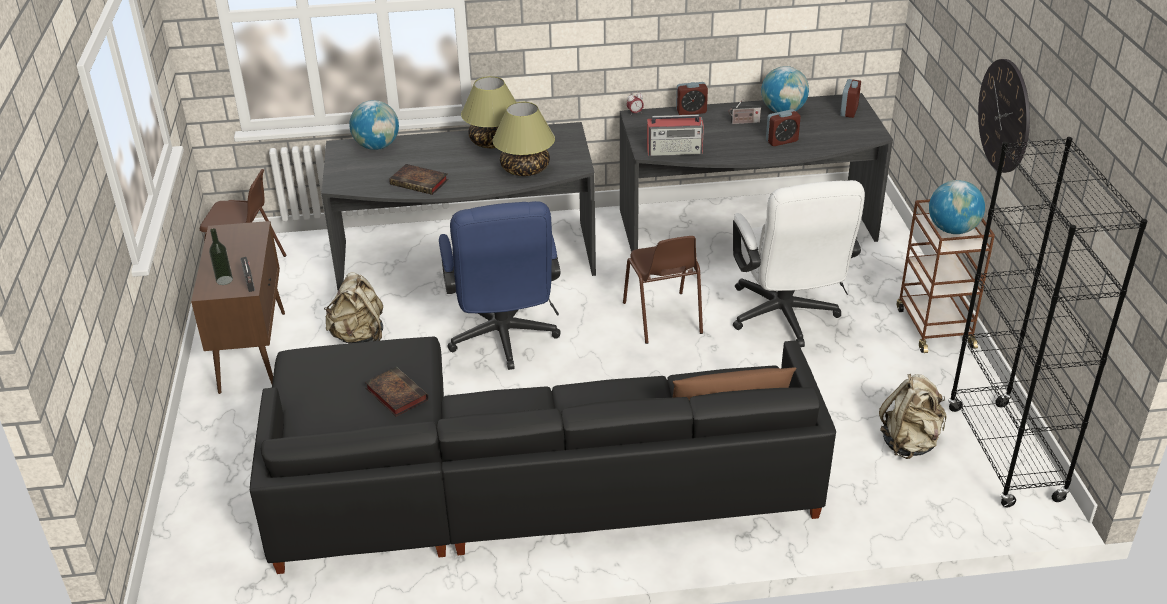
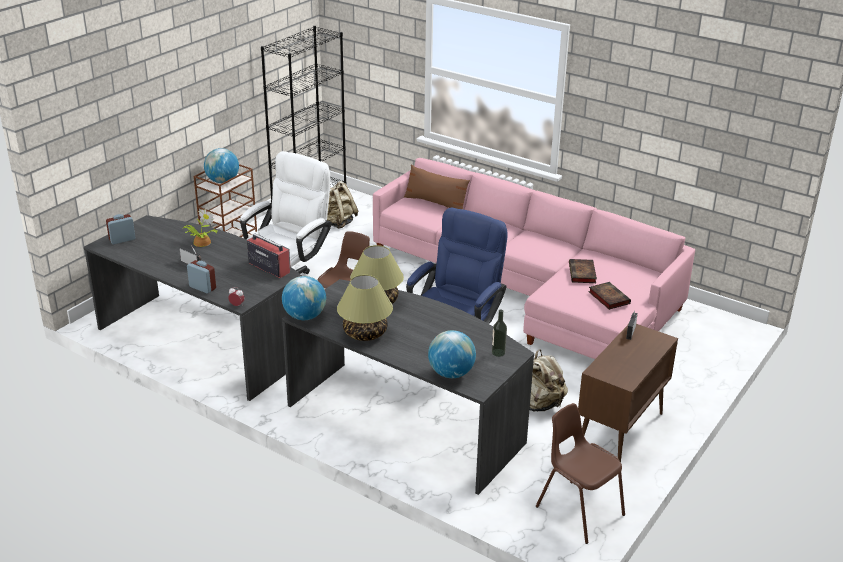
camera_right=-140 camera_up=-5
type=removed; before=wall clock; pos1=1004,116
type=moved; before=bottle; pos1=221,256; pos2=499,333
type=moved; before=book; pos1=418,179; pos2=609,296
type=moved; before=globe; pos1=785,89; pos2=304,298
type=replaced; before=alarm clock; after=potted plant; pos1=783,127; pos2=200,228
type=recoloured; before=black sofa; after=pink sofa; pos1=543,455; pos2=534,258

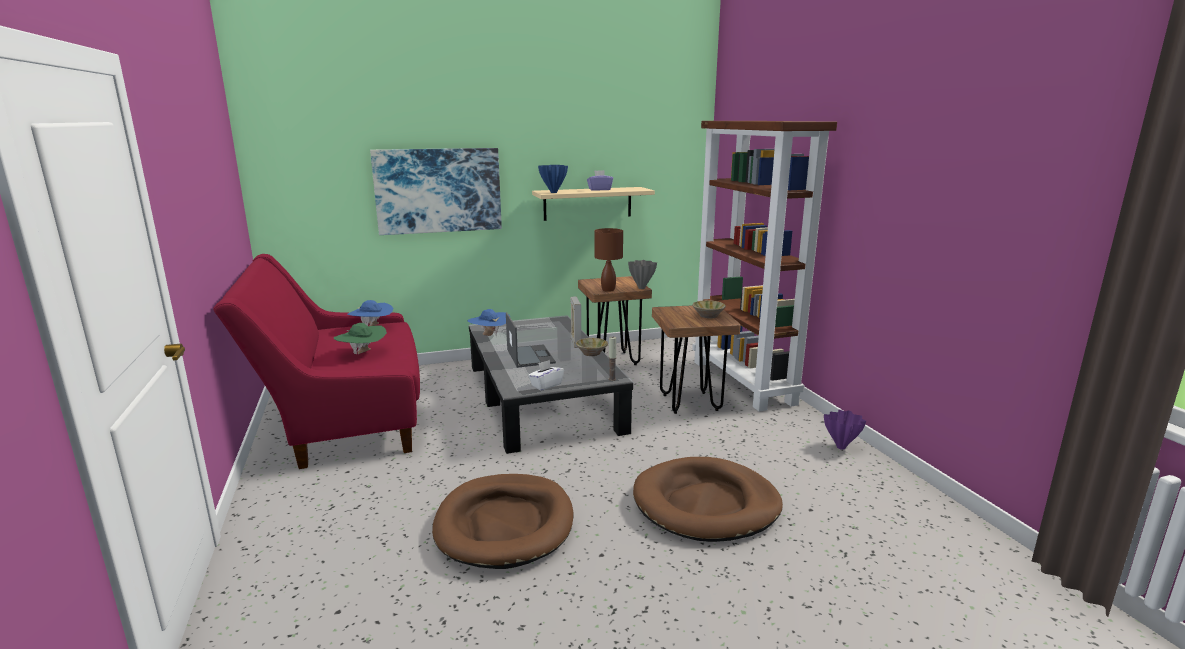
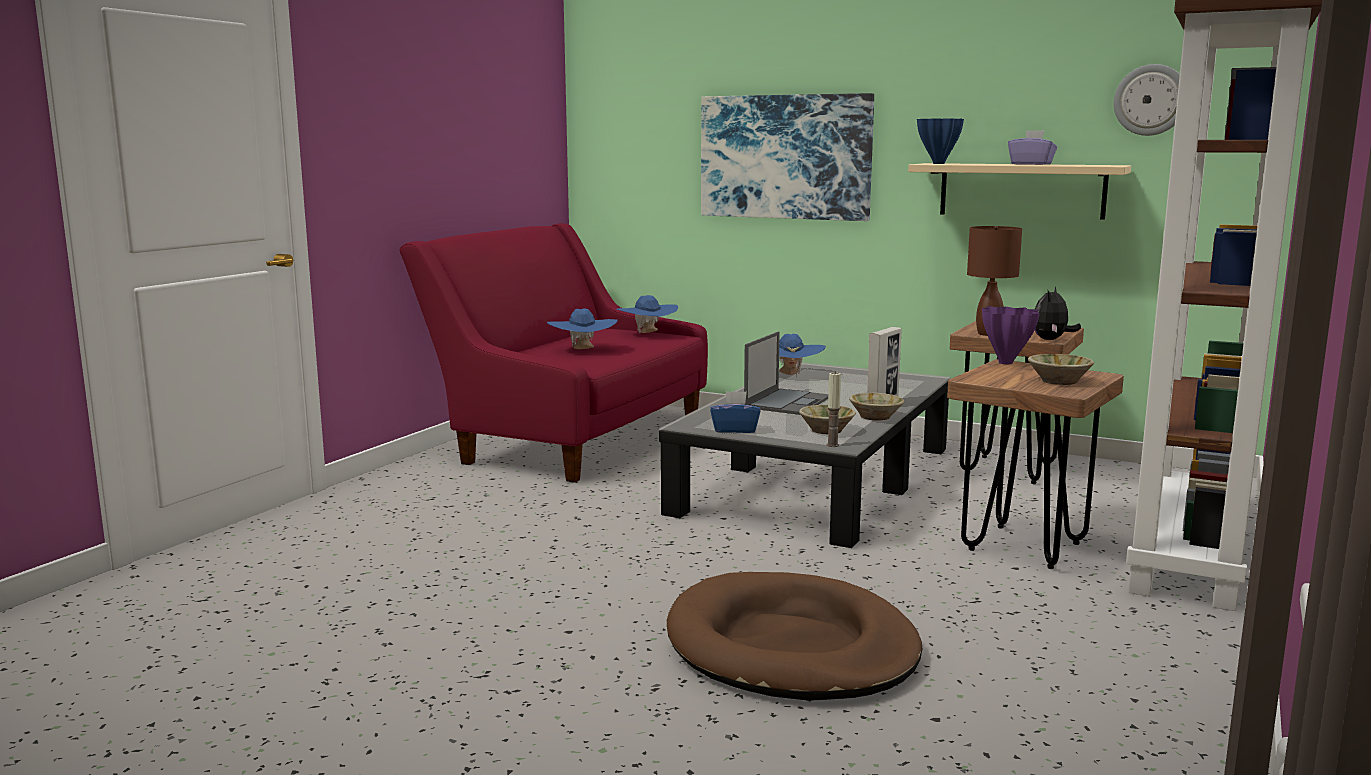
camera_right=45 camera_up=-5
type=removed; before=brown dog bed; pos1=502,521
type=added; after=beige bowl; pos2=827,419
type=added; after=wall clock; pos2=1147,100
type=moved; before=purple vase; pos1=845,430; pos2=1011,335
type=replaced; before=grey vase; after=plush toy; pos1=642,274; pos2=1058,313
type=recoloured; before=green hat; after=blue hat; pos1=360,338; pos2=582,329
type=recoloured; before=white tissue box; after=blue tissue box; pos1=546,375; pos2=735,412

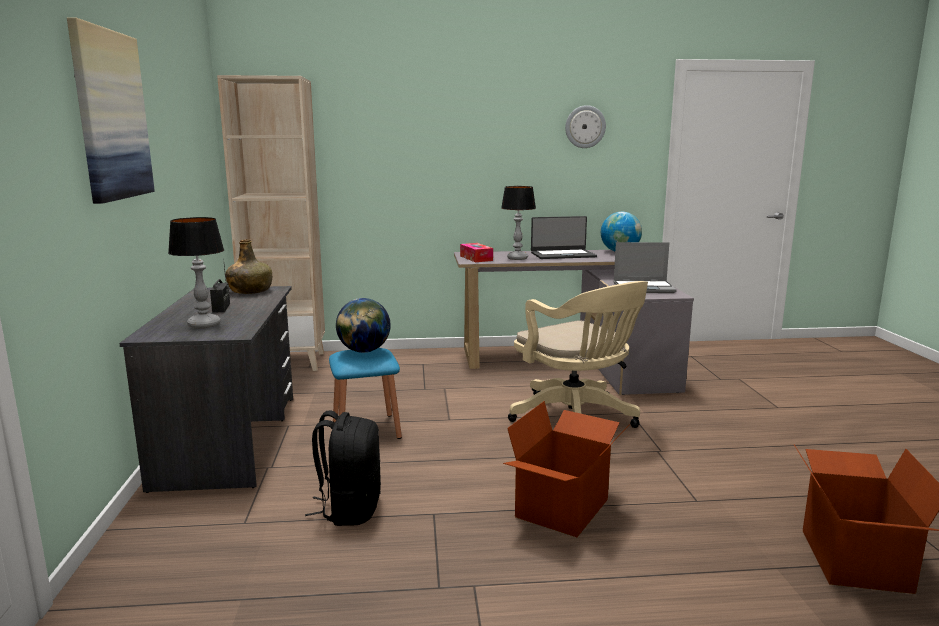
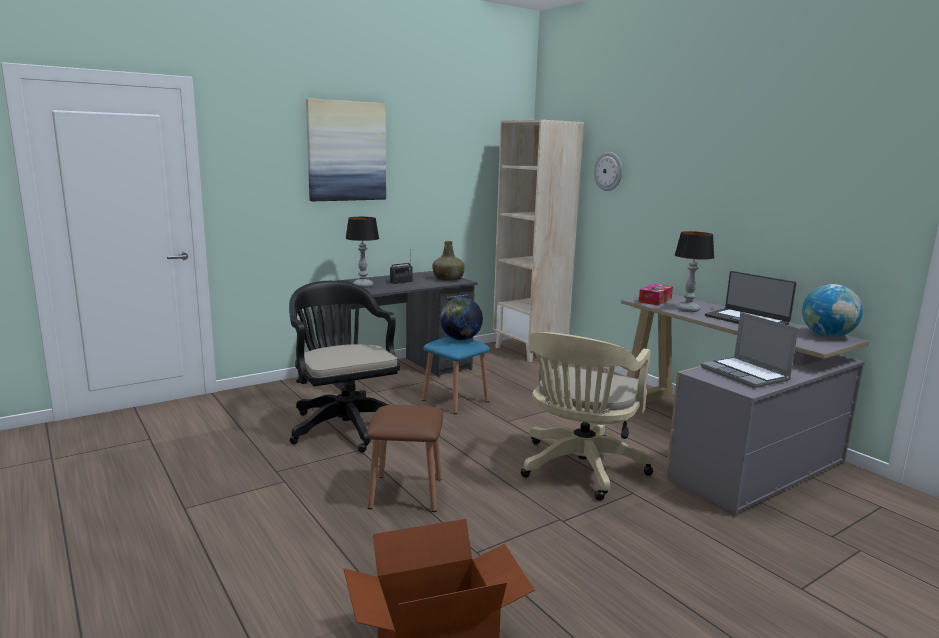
camera_right=60 camera_up=0
type=moved; before=wall clock; pos1=585,126; pos2=608,171
type=replaced; before=black backpack; after=black office chair; pos1=343,468; pos2=344,367
type=replaced; before=cardboard box; after=brown stool; pos1=566,469; pos2=405,458

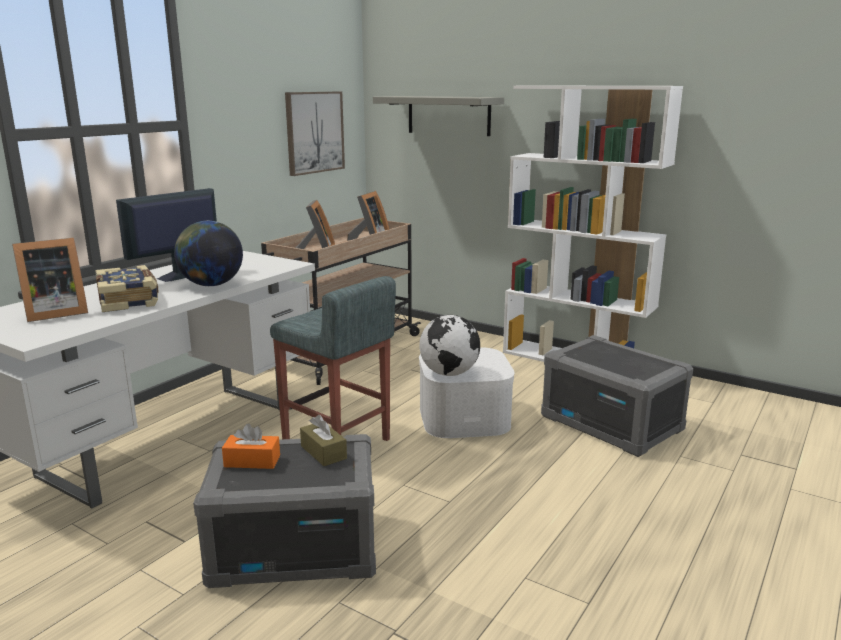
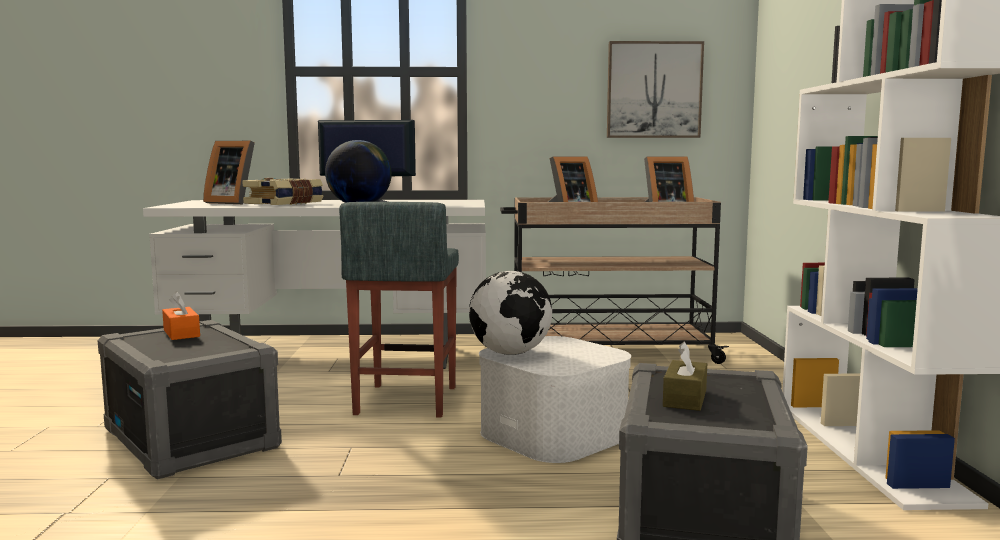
camera_right=55 camera_up=-10
type=removed; before=grey shelf; pos1=438,116
type=moved; before=brown tissue box; pos1=323,440; pos2=685,376

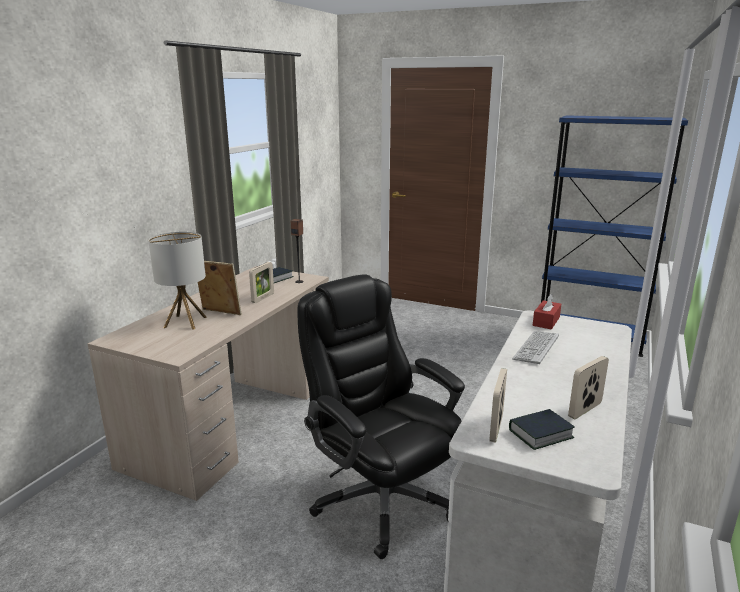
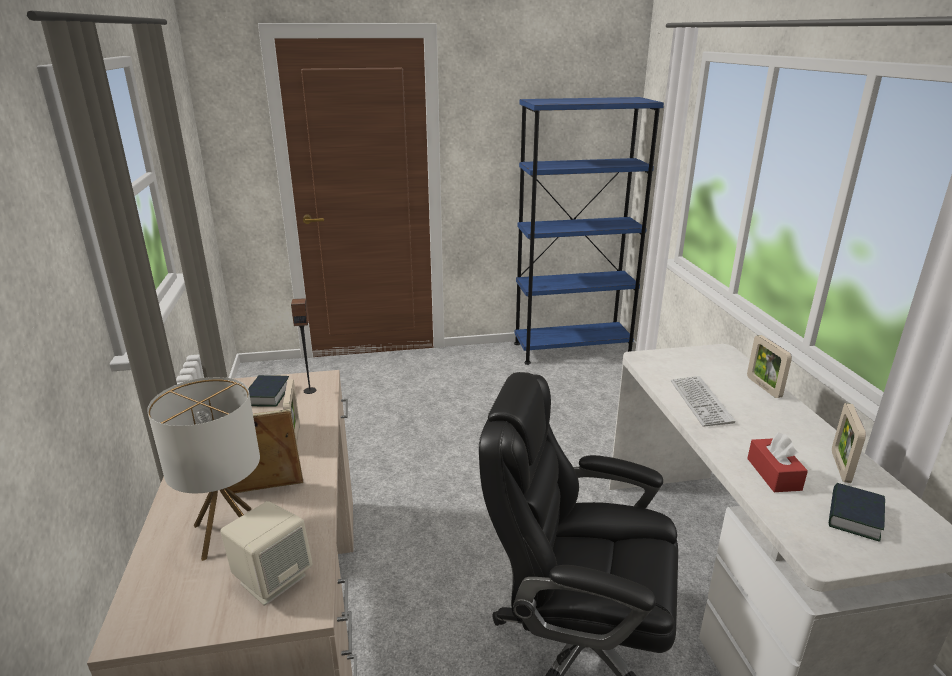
camera_right=-35 camera_up=5
type=added; after=beige speaker; pos2=266,553
type=moved; before=picture frame; pos1=498,405; pos2=769,366
type=moved; before=red tissue box; pos1=547,311; pos2=777,462

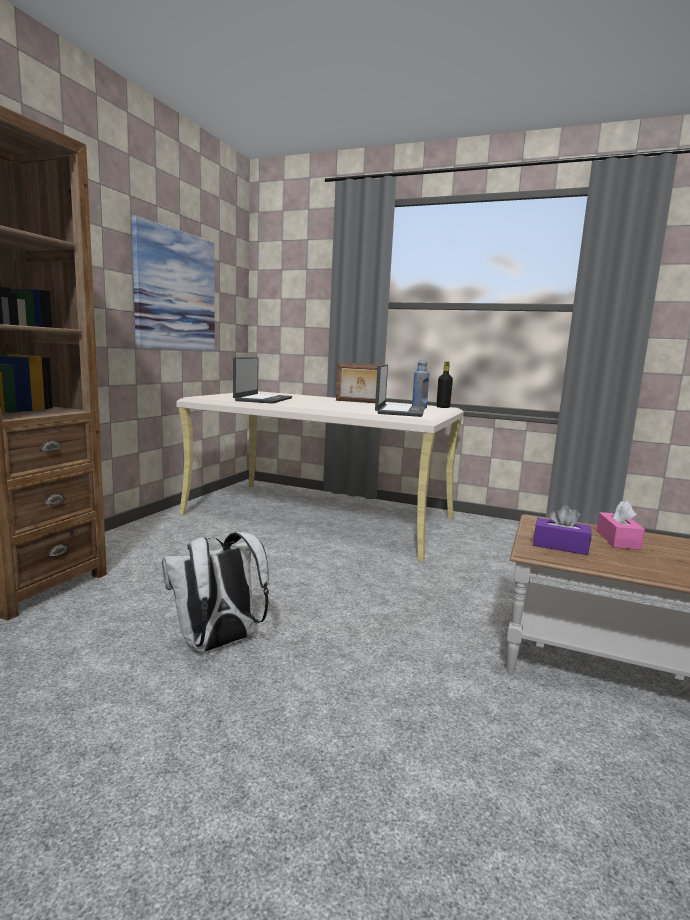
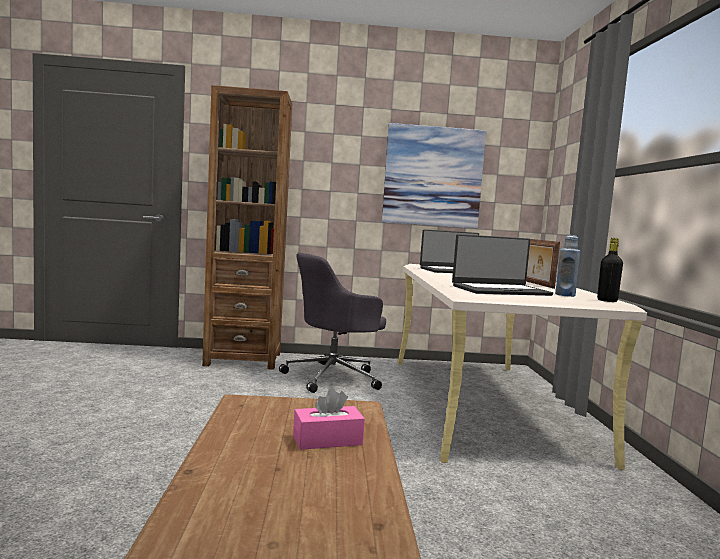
camera_right=65 camera_up=-5
type=removed; before=white backpack; pos1=215,592
type=removed; before=purple tissue box; pos1=562,530
type=added; after=grey office chair; pos2=332,323

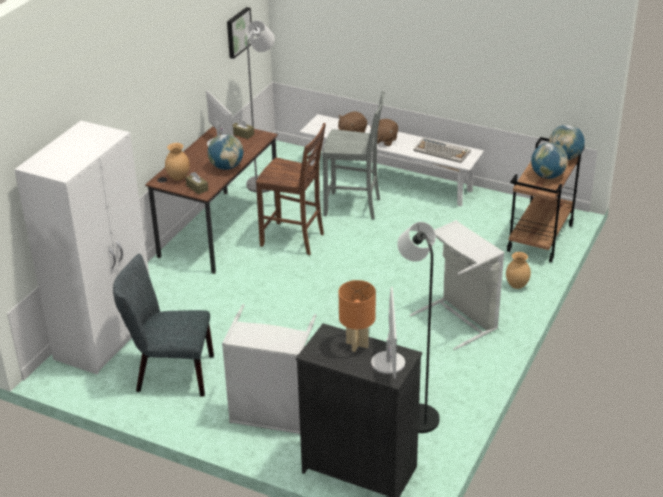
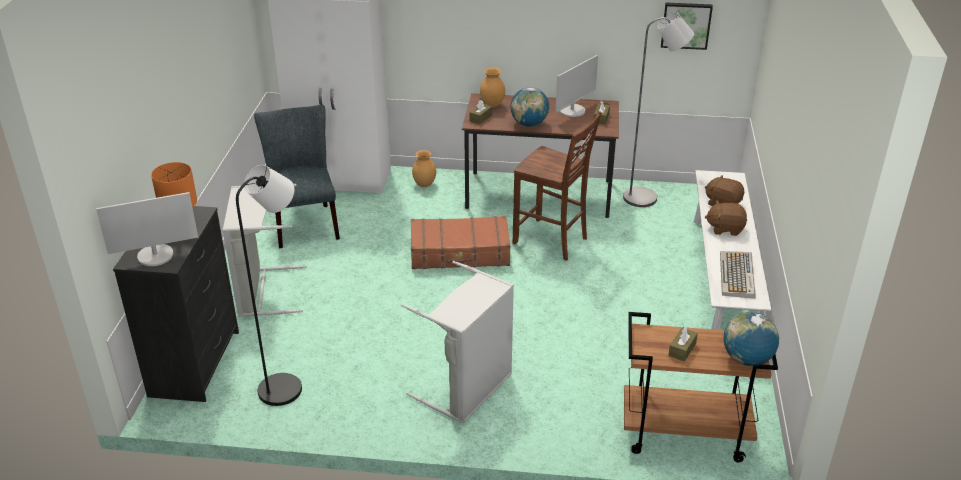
camera_right=70 camera_up=0
type=removed; before=grey chair; pos1=354,155
type=added; after=brown suitcase; pos2=460,242
type=moved; before=brown vase; pos1=518,270; pos2=424,168
type=replaced; before=globe; after=brown tissue box; pos1=549,161; pos2=683,344
type=turned; before=brown chair; pos1=291,189; pos2=557,186; turn=-60

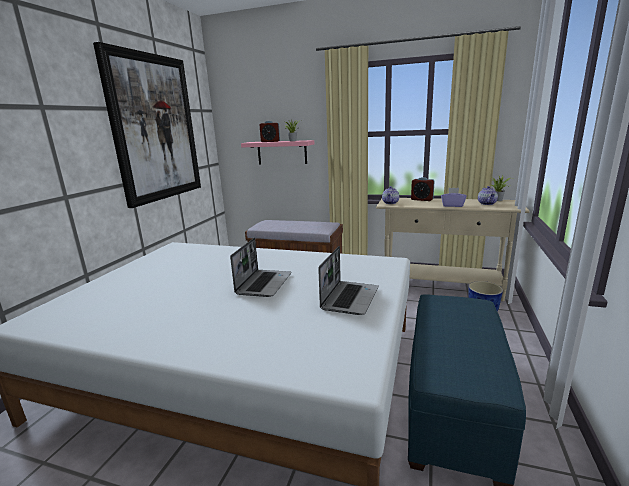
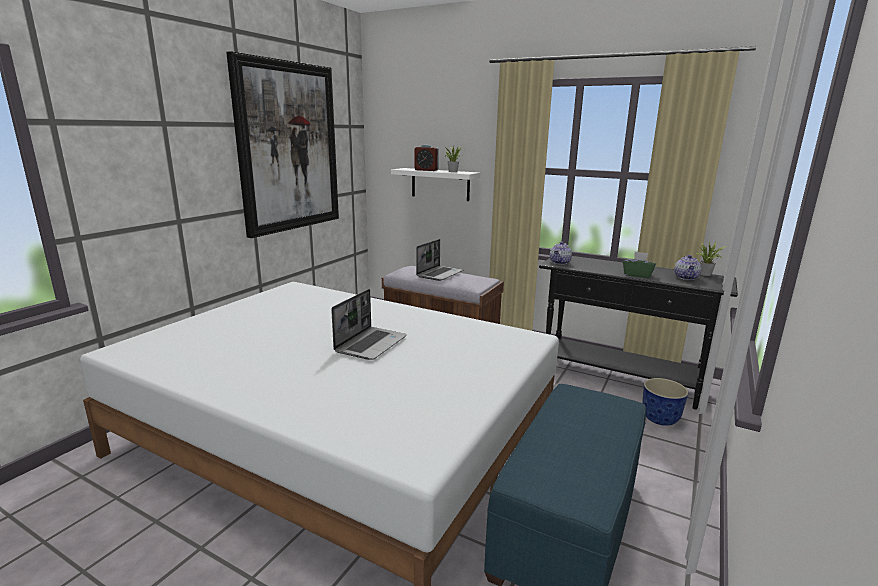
camera_right=10 camera_up=0
type=removed; before=alarm clock; pos1=423,189
type=moved; before=laptop; pos1=348,280; pos2=440,260
type=recoloured; before=pink shelf; after=white shelf; pos1=277,152; pos2=435,184
type=recoloured; before=beige console table; after=black console table; pos1=453,249; pos2=638,333
type=recoloured; before=purple tissue box; after=green tissue box; pos1=454,197; pos2=639,264

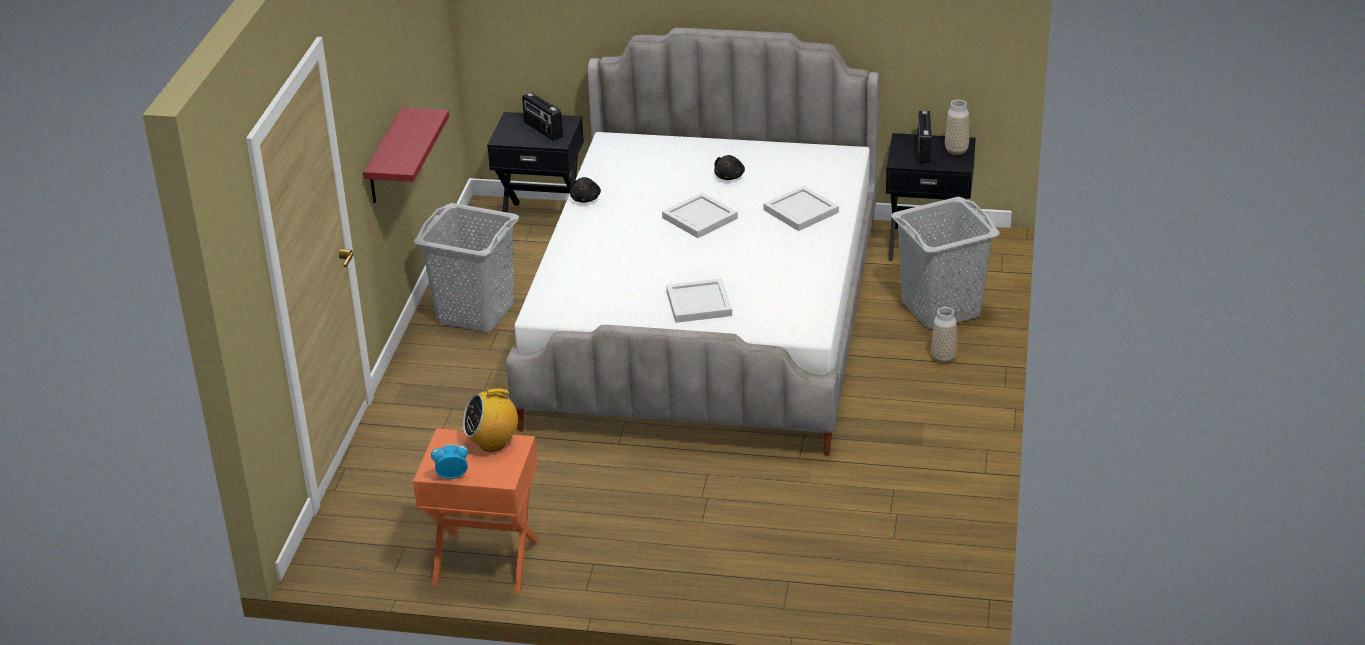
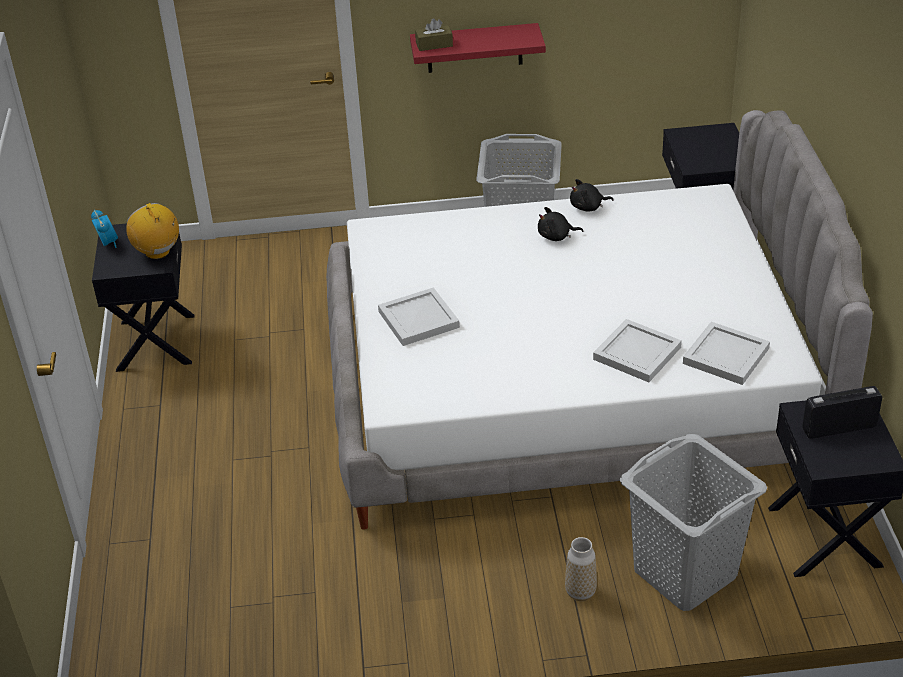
camera_right=75 camera_up=5
type=removed; before=radio; pos1=542,116
type=removed; before=vase; pos1=957,127
type=added; after=brown tissue box; pos2=434,34
type=moved; before=white tray; pos1=700,215; pos2=726,353
type=moved; before=black plush toy; pos1=729,167; pos2=560,224
type=recoloured; before=orange nightstand; after=black nightstand; pos1=476,510; pos2=143,297

